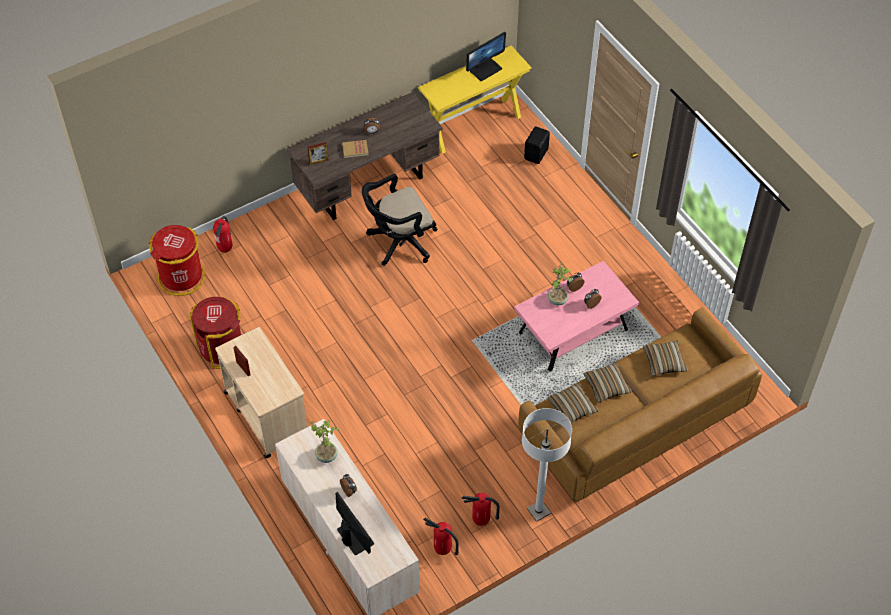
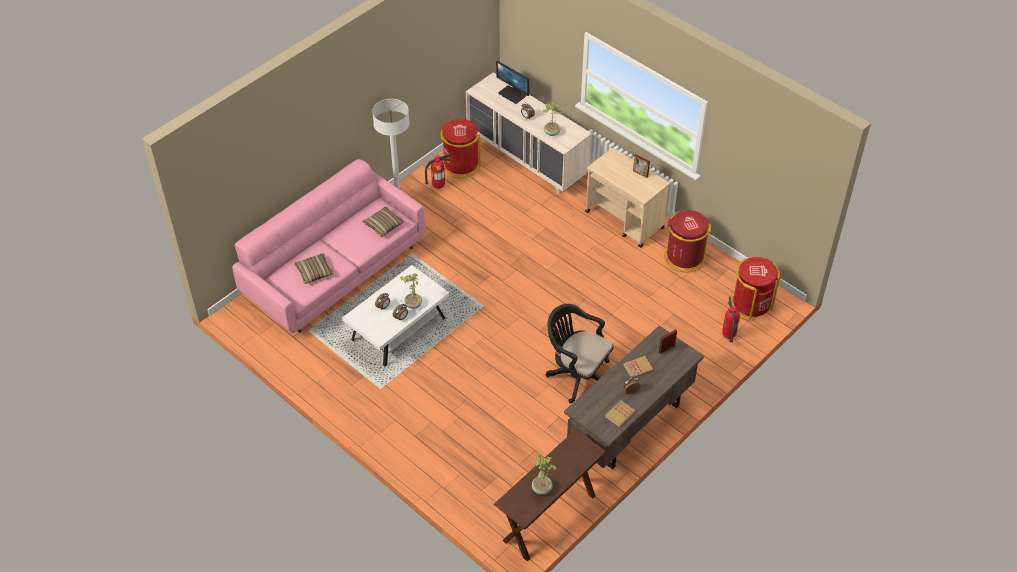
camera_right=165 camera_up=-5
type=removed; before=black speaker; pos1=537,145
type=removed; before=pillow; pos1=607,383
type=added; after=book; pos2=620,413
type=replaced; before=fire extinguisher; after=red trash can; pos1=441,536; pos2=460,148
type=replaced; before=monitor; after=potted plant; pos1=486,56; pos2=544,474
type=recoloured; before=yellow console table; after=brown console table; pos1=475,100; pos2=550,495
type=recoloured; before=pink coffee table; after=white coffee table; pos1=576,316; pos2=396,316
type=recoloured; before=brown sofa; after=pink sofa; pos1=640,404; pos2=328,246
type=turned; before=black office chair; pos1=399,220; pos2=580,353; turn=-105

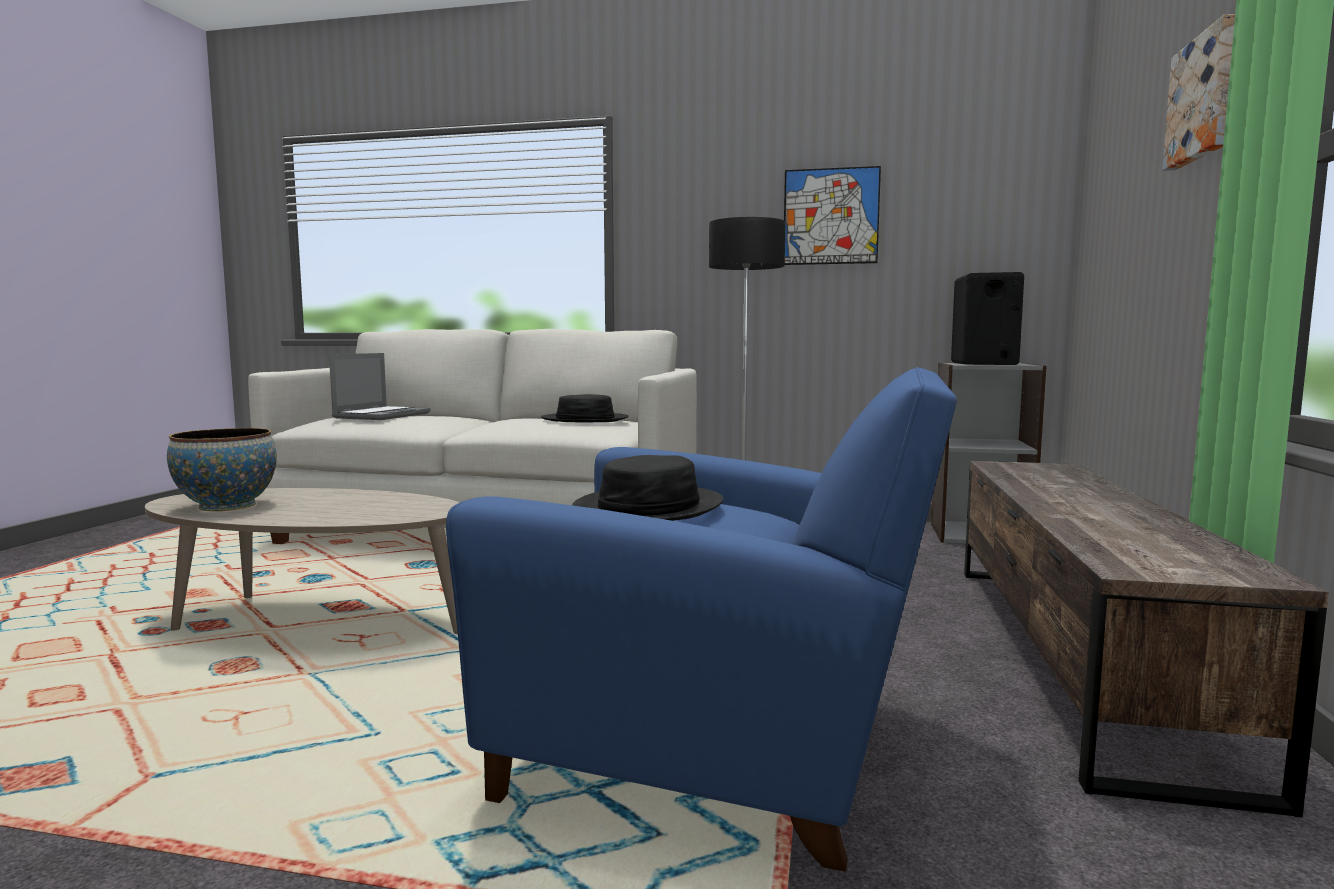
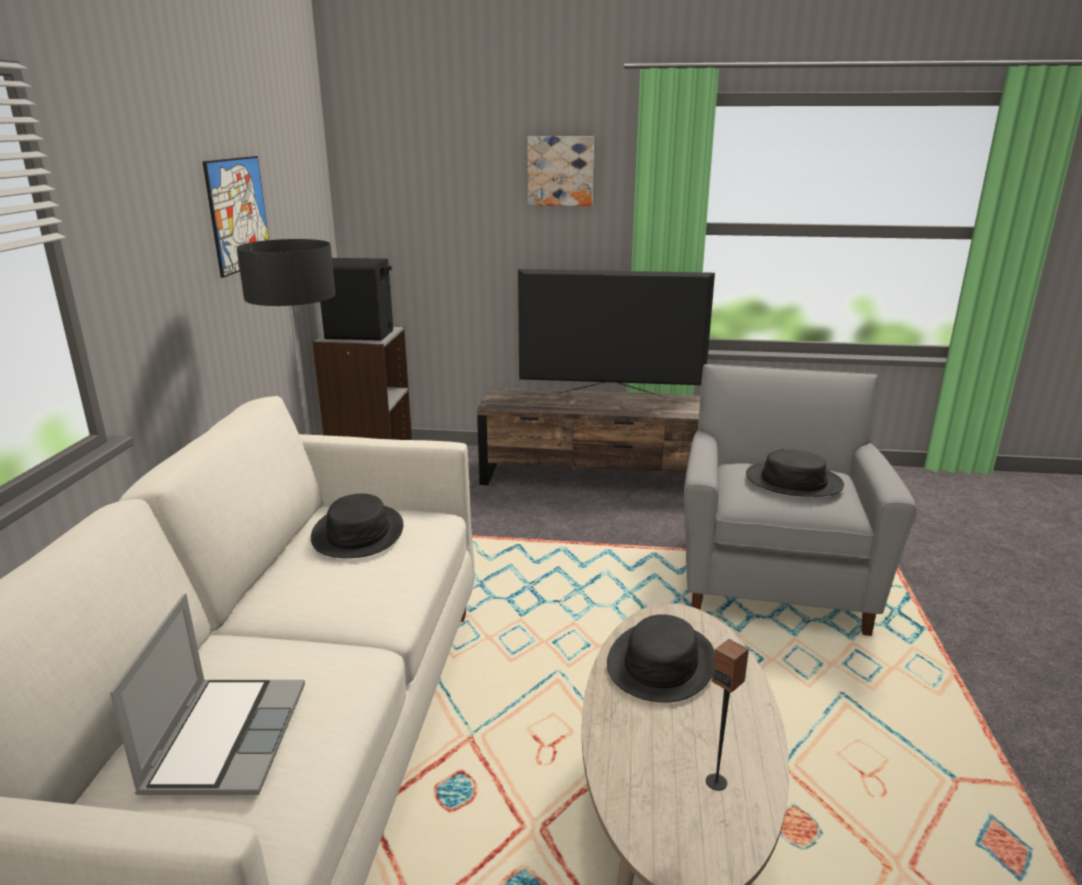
camera_right=-95 camera_up=15
type=added; after=television; pos2=616,333
type=added; after=black hat; pos2=661,658
type=replaced; before=bowl; after=speaker; pos1=222,469; pos2=727,715
type=recoloured; before=blue armchair; after=grey armchair; pos1=701,619; pos2=800,500
type=turned; before=laptop; pos1=380,386; pos2=207,694; turn=75

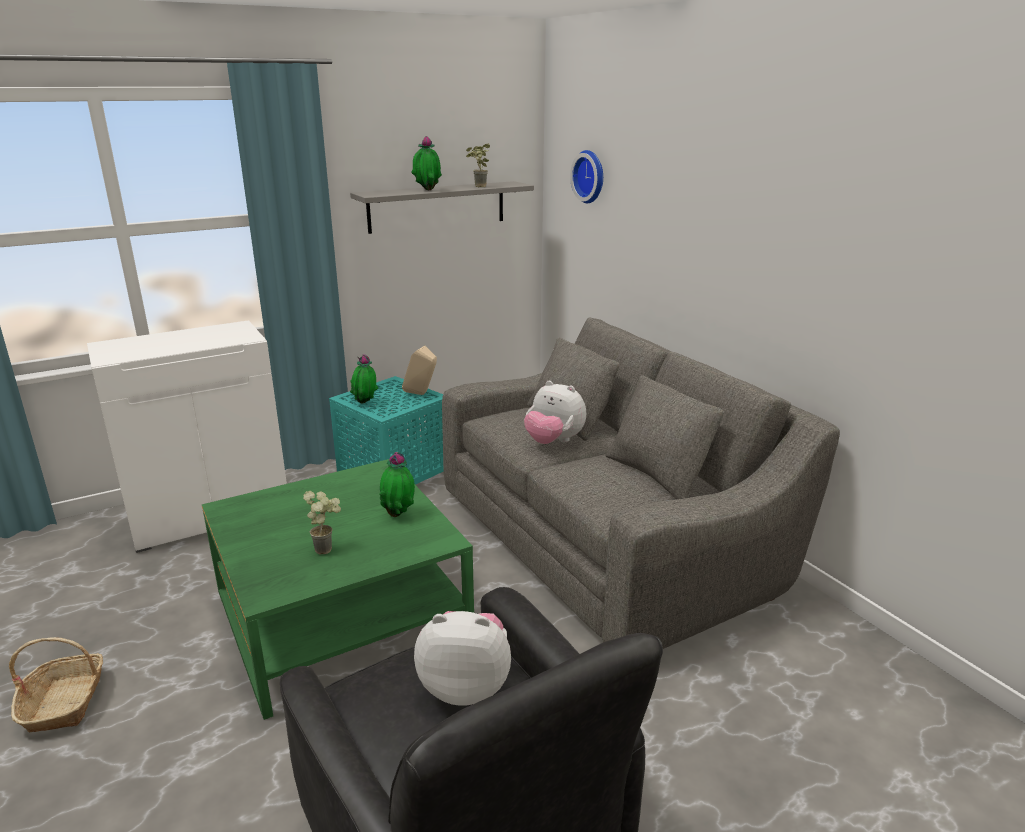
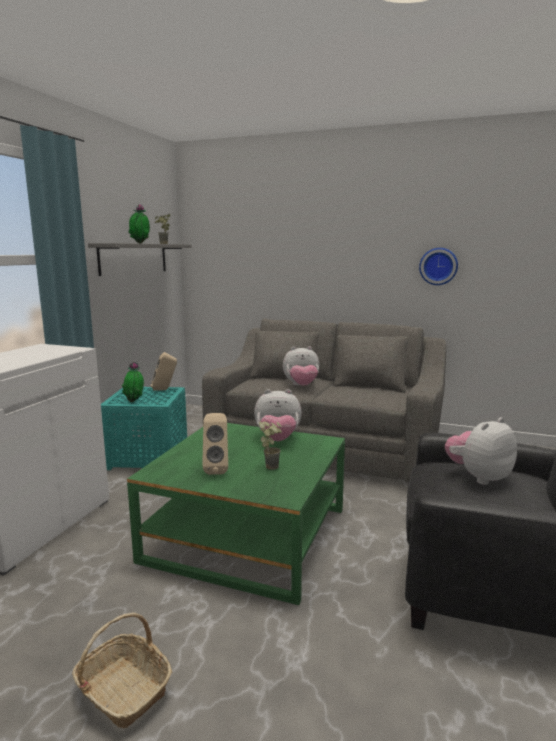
camera_right=-40 camera_up=-10
type=added; after=beige speaker; pos2=215,444
type=moved; before=wall clock; pos1=586,176; pos2=438,266
type=replaced; before=potted plant; after=plush toy; pos1=397,484; pos2=278,415

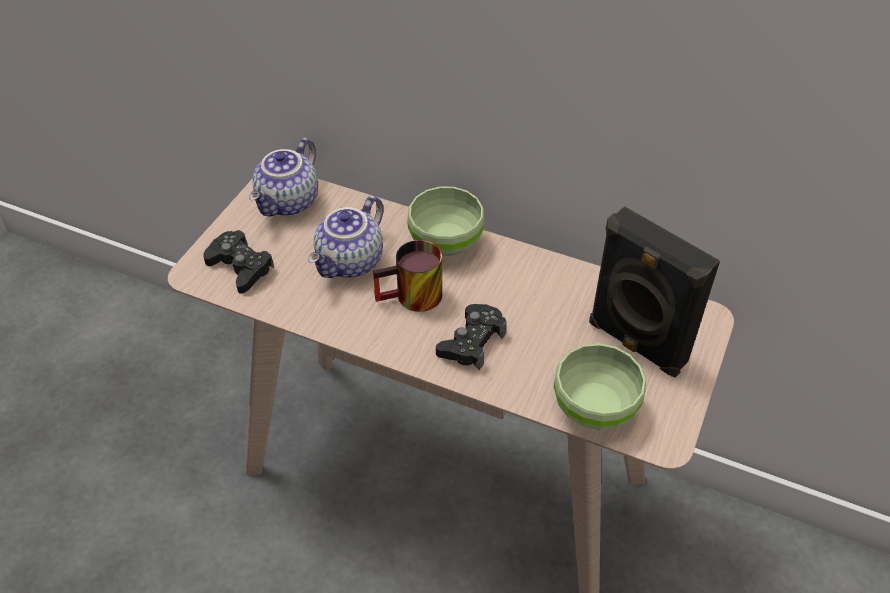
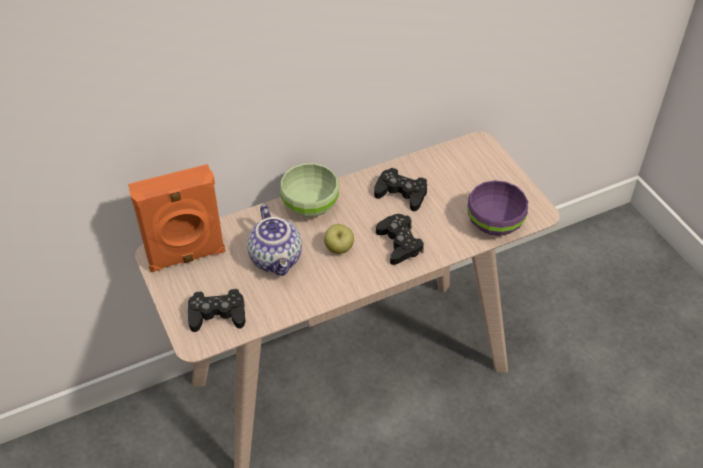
camera_right=-50 camera_up=0
type=removed; before=black speaker; pos1=654,292
type=added; after=black game controller; pos2=400,189
type=replaced; before=teapot; after=orange speaker; pos1=283,177; pos2=177,218
type=replaced; before=mug; after=apple; pos1=407,276; pos2=339,239
type=recoloured; before=green bowl; after=purple bowl; pos1=600,386; pos2=497,208

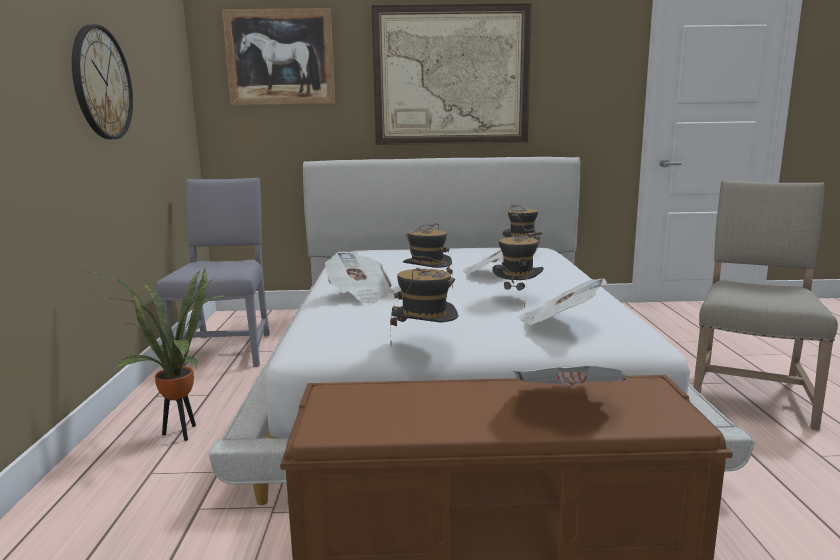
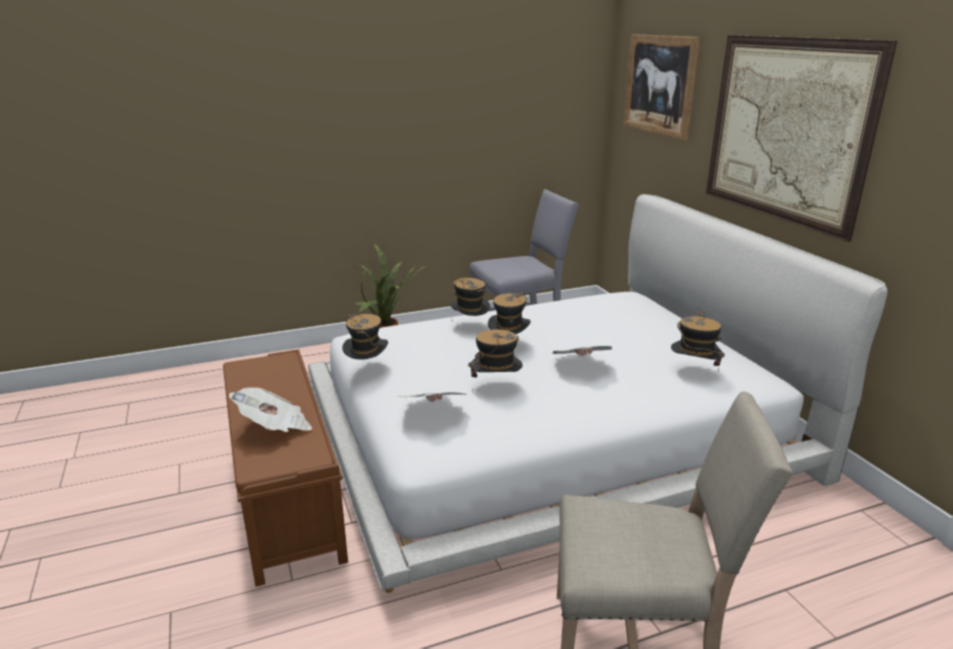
camera_right=70 camera_up=10
type=removed; before=wall clock; pos1=102,82
type=replaced; before=newspaper; after=hat; pos1=359,278; pos2=469,297

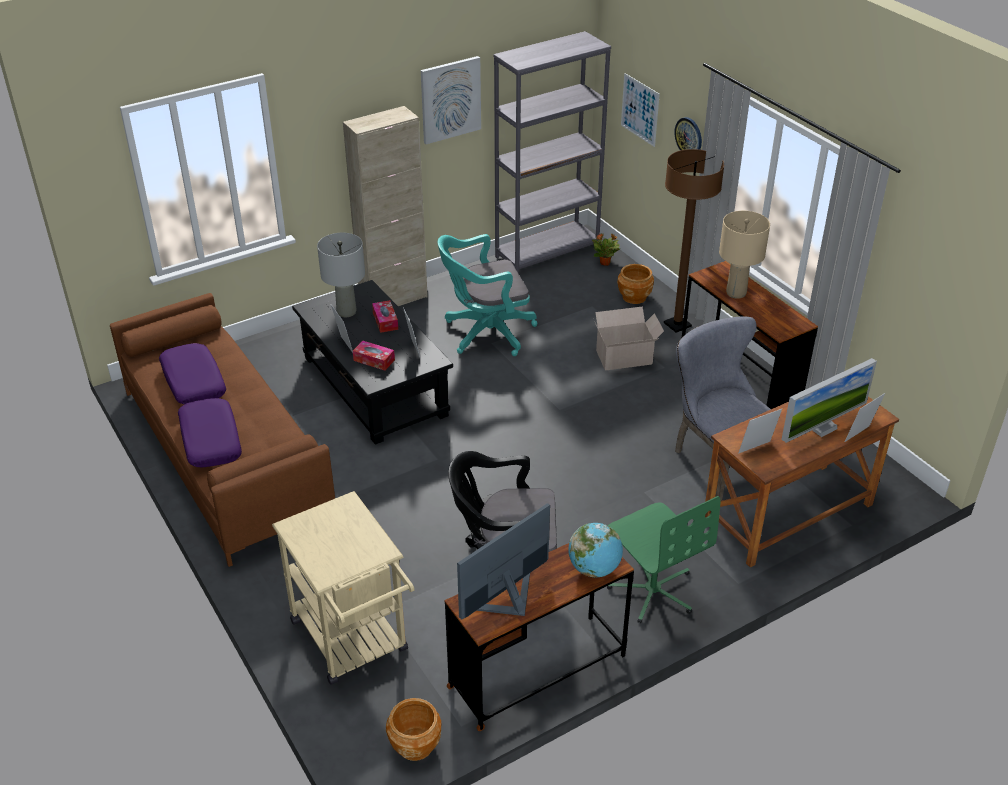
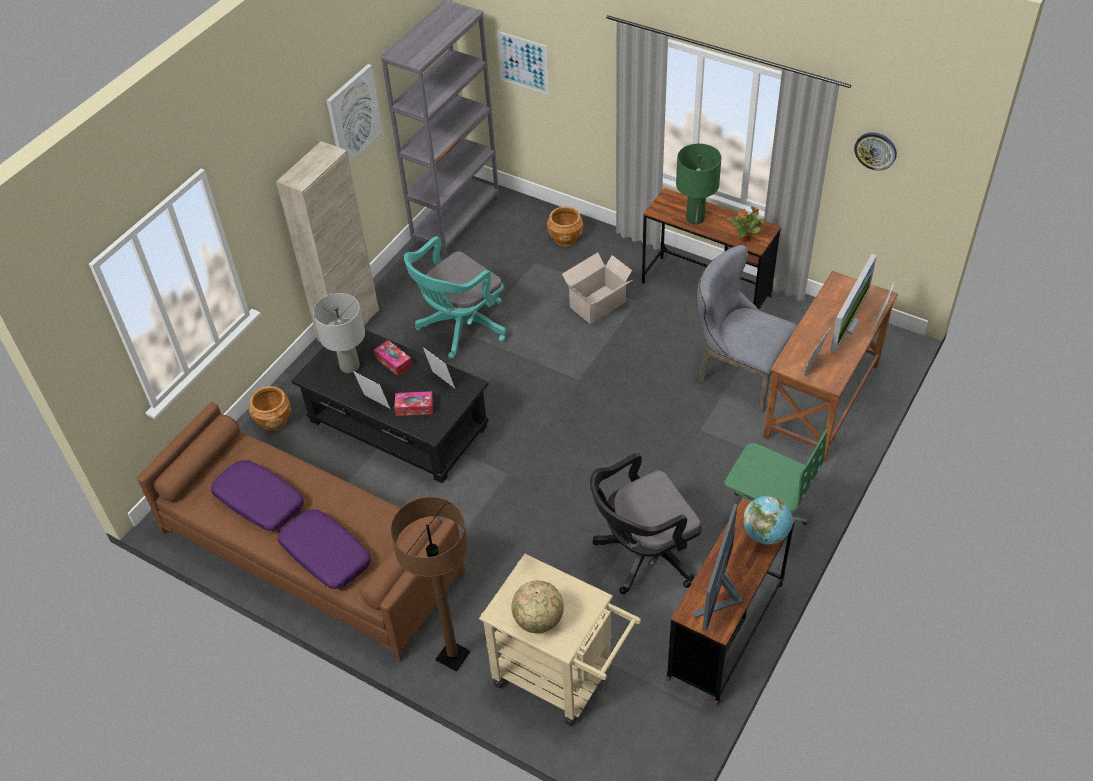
camera_right=-25 camera_up=10
type=added; after=globe; pos2=538,606
type=moved; before=brown planter; pos1=413,729; pos2=270,408
type=moved; before=potted plant; pos1=606,249; pos2=747,224
type=moved; before=brown floor lamp; pos1=694,240; pos2=430,584
type=moved; before=wall clock; pos1=688,133; pos2=875,151
type=recoloured; before=beige table lamp; after=green table lamp; pos1=744,255; pos2=699,184

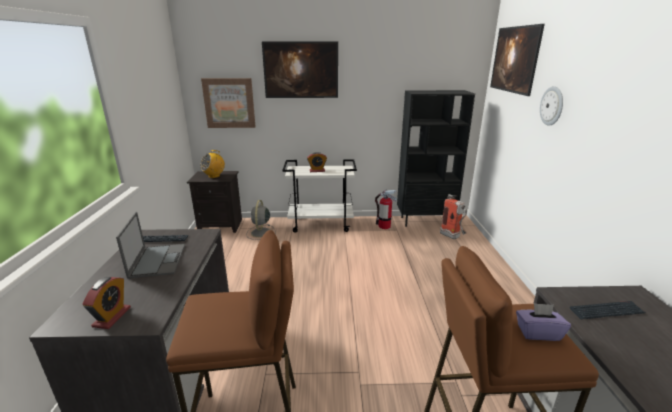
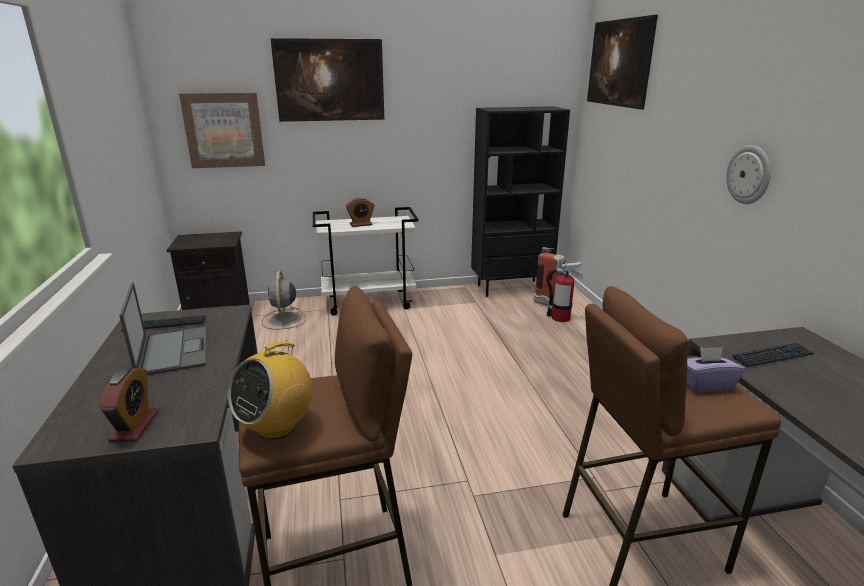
camera_right=-10 camera_up=0
type=moved; before=radio; pos1=212,164; pos2=270,390
type=moved; before=fire extinguisher; pos1=386,209; pos2=564,292
type=moved; before=wall clock; pos1=551,106; pos2=748,174

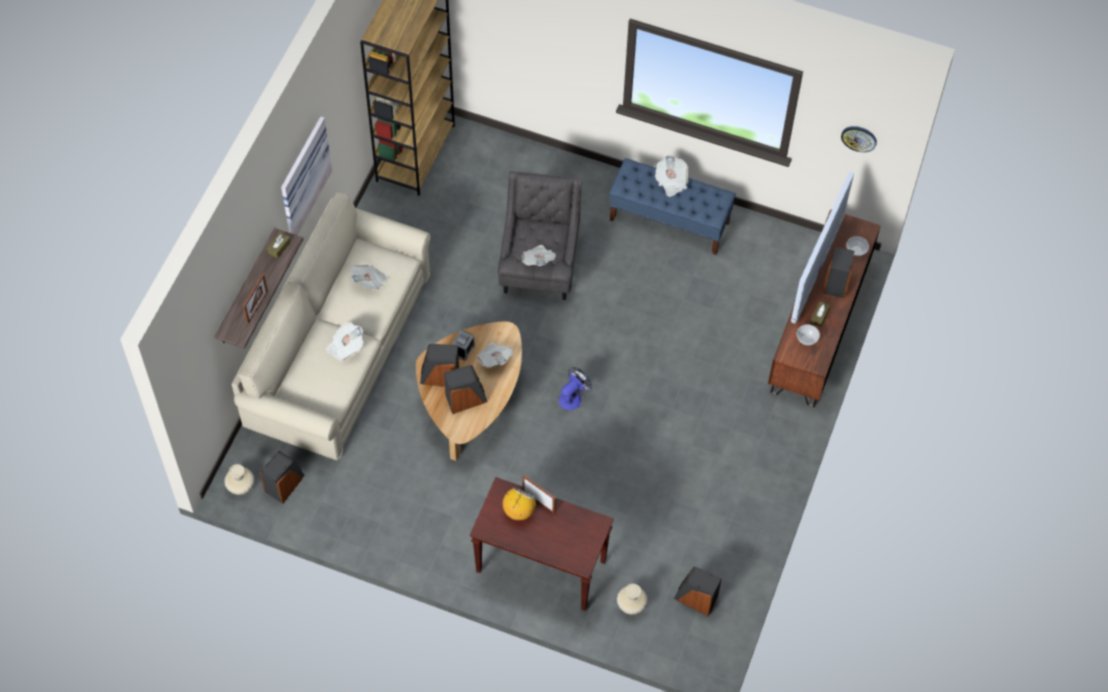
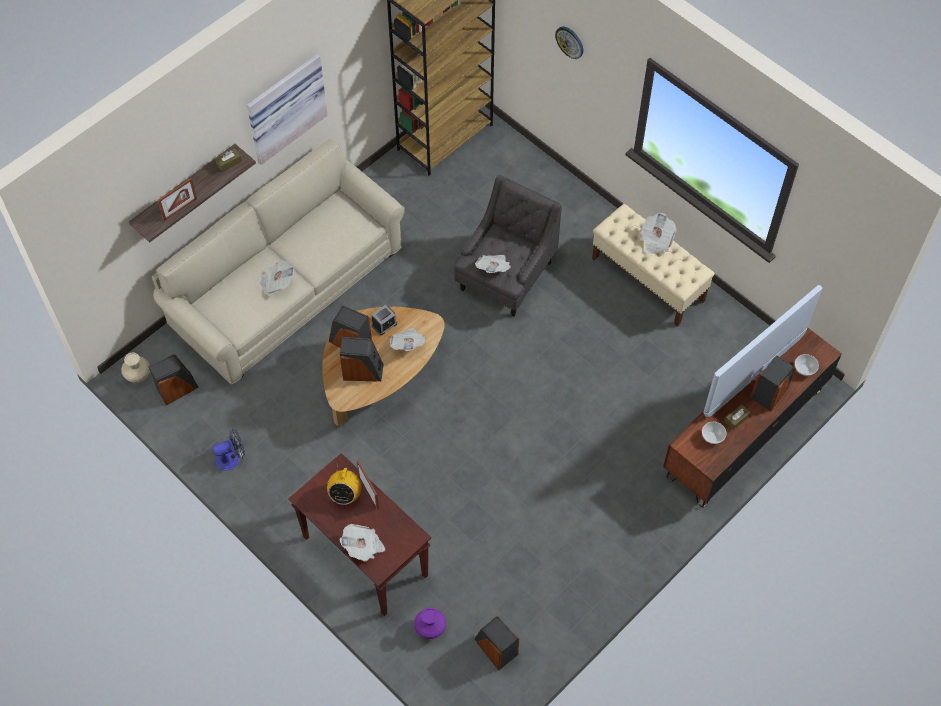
camera_right=25 camera_up=0
type=moved; before=newspaper; pos1=369,277; pos2=362,542
type=moved; before=fan; pos1=575,388; pos2=229,449
type=moved; before=wall clock; pos1=859,139; pos2=569,43
type=recoloured; before=blue bench; after=beige bench; pos1=672,206; pos2=653,265
type=recoloured; before=beige vase; after=purple vase; pos1=632,599; pos2=430,623
type=turned; before=radio; pos1=519,504; pos2=344,486; turn=135

